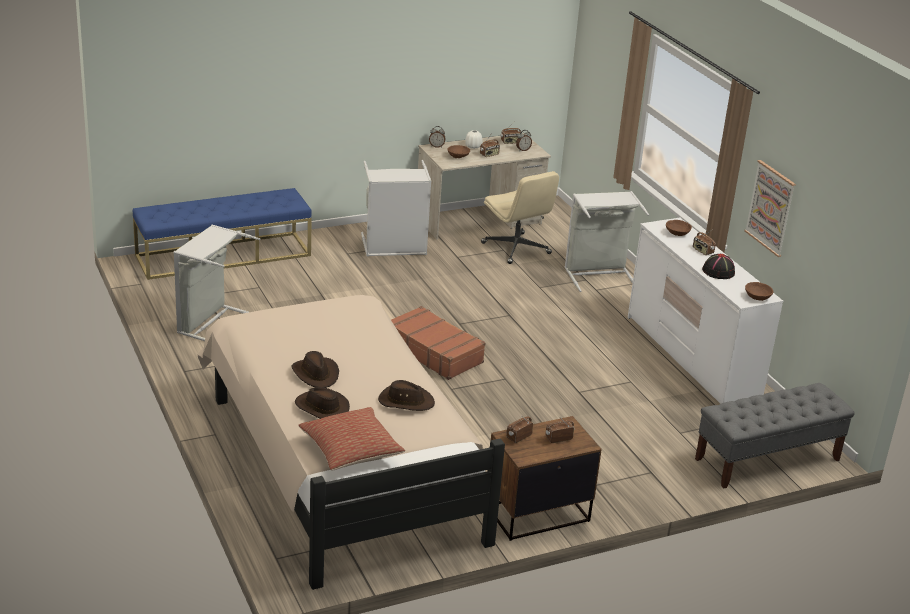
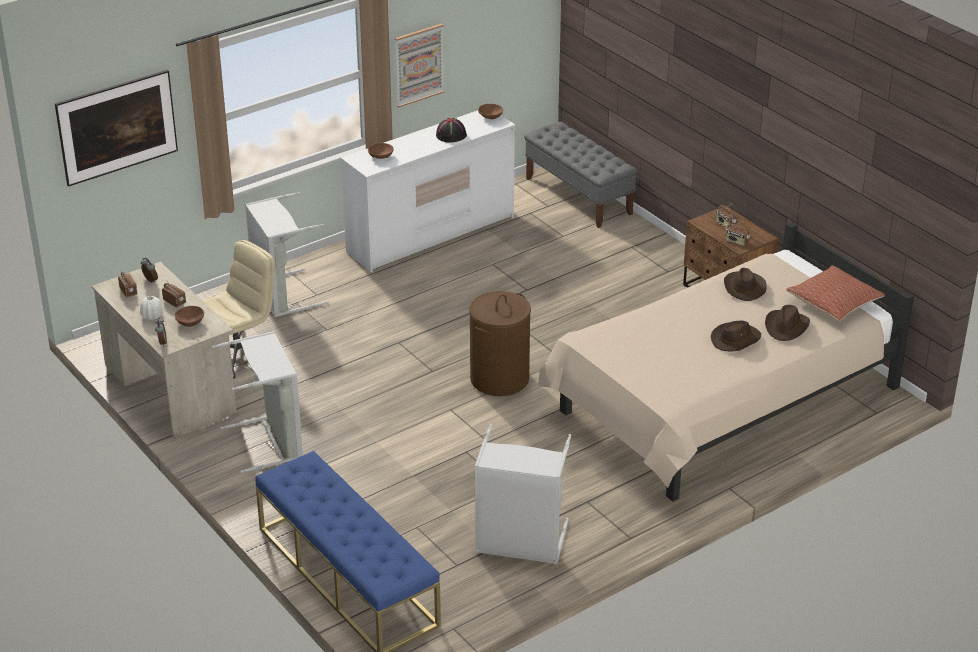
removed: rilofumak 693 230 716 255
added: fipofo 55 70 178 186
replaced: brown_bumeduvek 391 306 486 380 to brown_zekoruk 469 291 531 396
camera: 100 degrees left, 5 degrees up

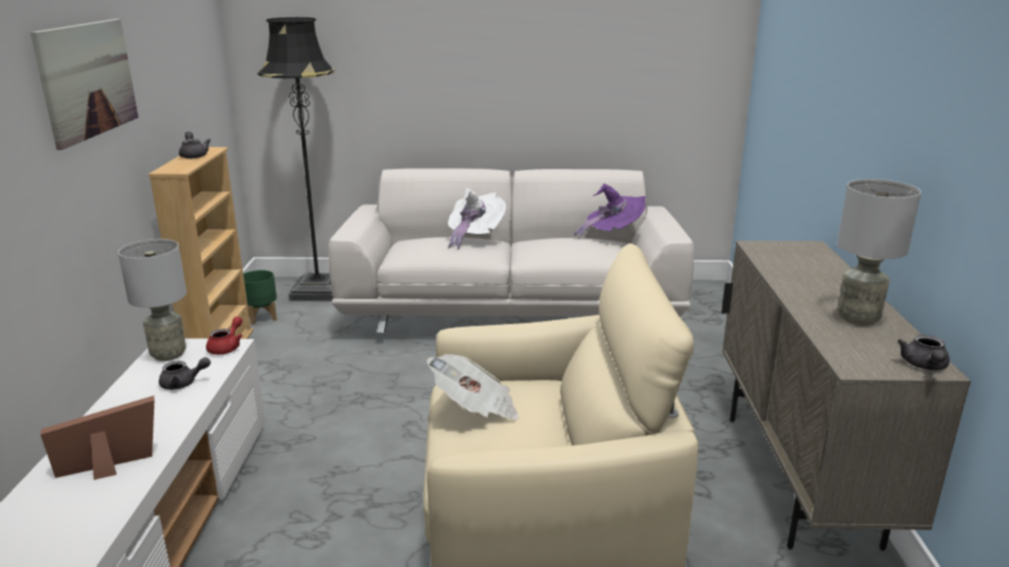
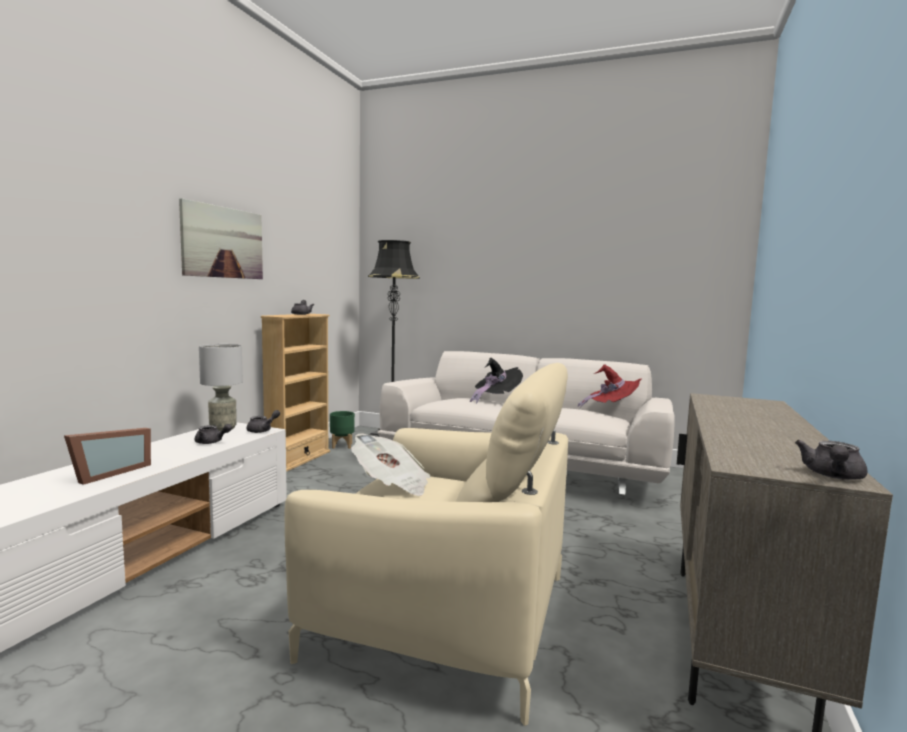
removed: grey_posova 837 179 921 326
recoloured: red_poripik 206 316 243 355 to grey_poripik 246 410 280 433; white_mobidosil 448 188 506 250 to black_mobidosil 470 358 523 403; purple_mobidosil 574 184 646 239 to red_mobidosil 578 364 641 409
turned: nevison 40 395 154 480 = 64 428 151 485 120 degrees clockwise
camera: 20 degrees right, 15 degrees down

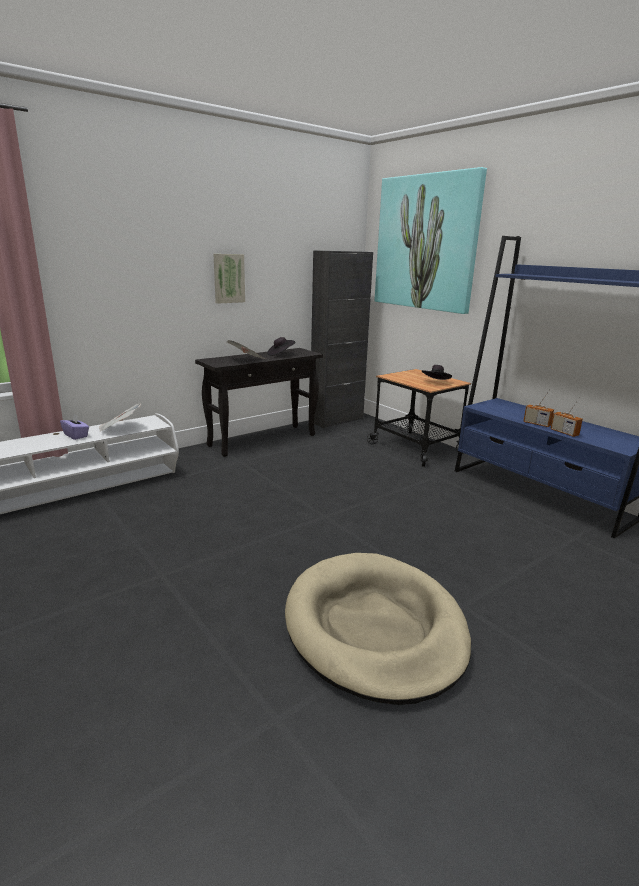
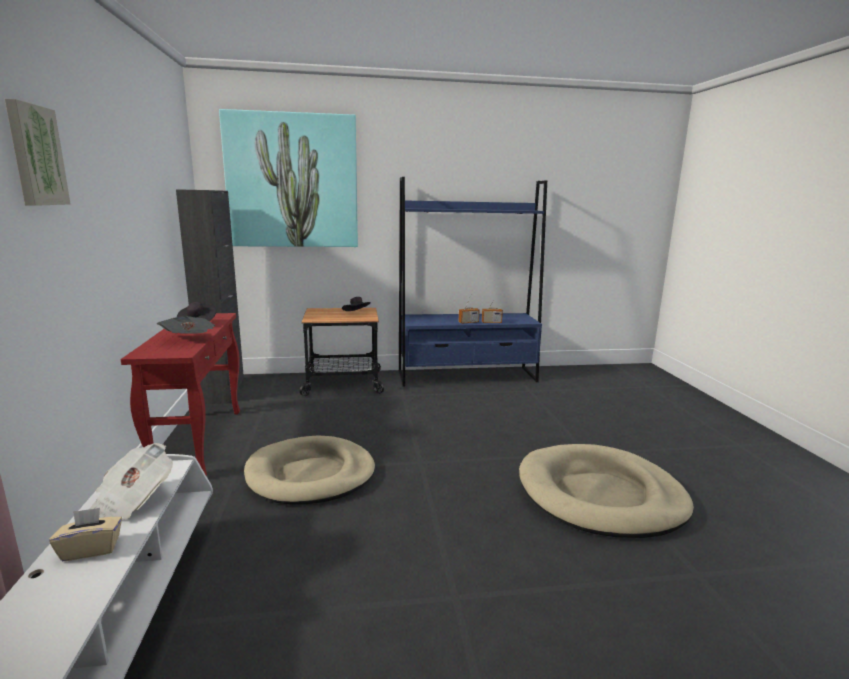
added: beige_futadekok 244 436 375 505
moved: fipofo 213 254 245 304 to 5 99 71 206
recoloured: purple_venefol 60 414 89 440 to beige_venefol 49 508 122 561; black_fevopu 195 348 323 457 to red_fevopu 121 313 240 476
camera: 60 degrees left, 5 degrees down

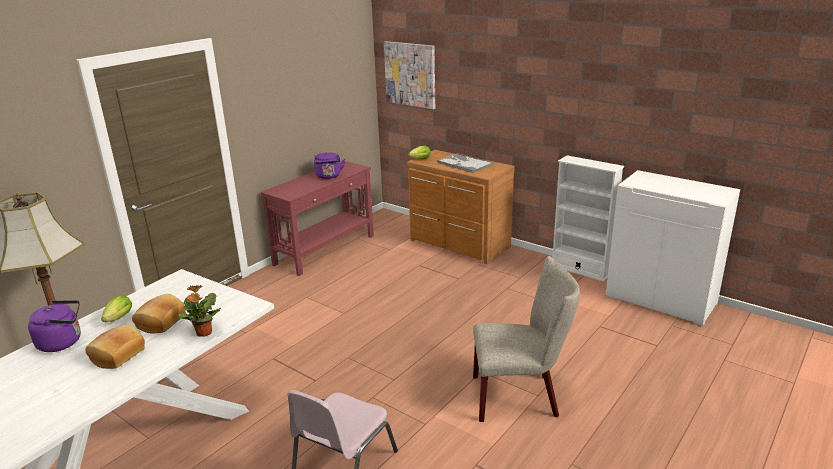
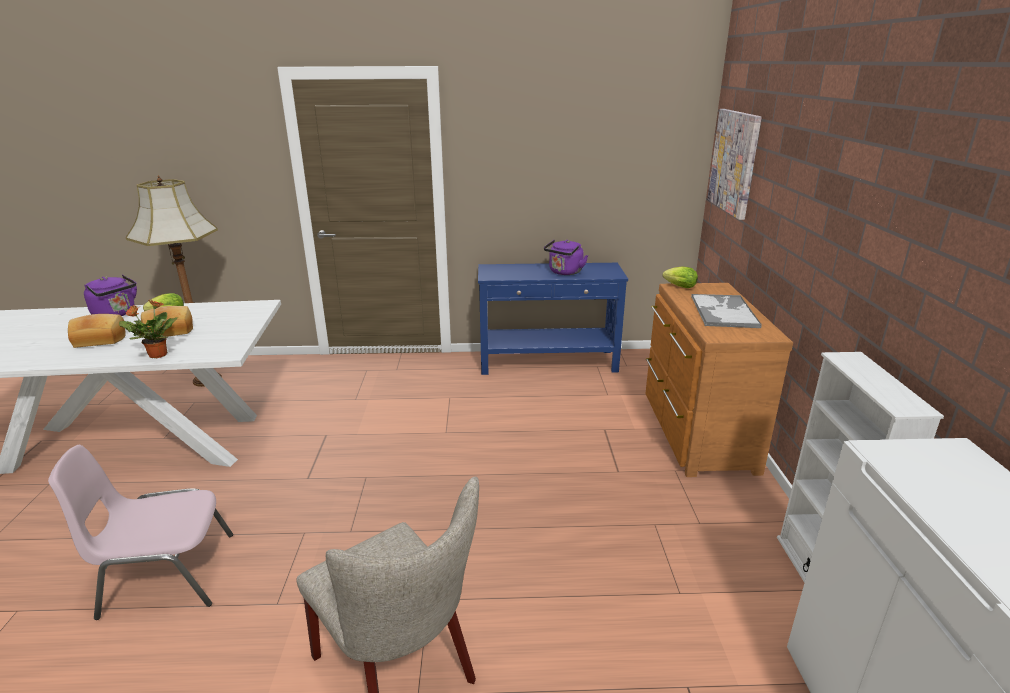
recoloured: red_fevopu 261 160 374 276 to blue_fevopu 478 263 628 375
camera: 50 degrees right, 0 degrees up

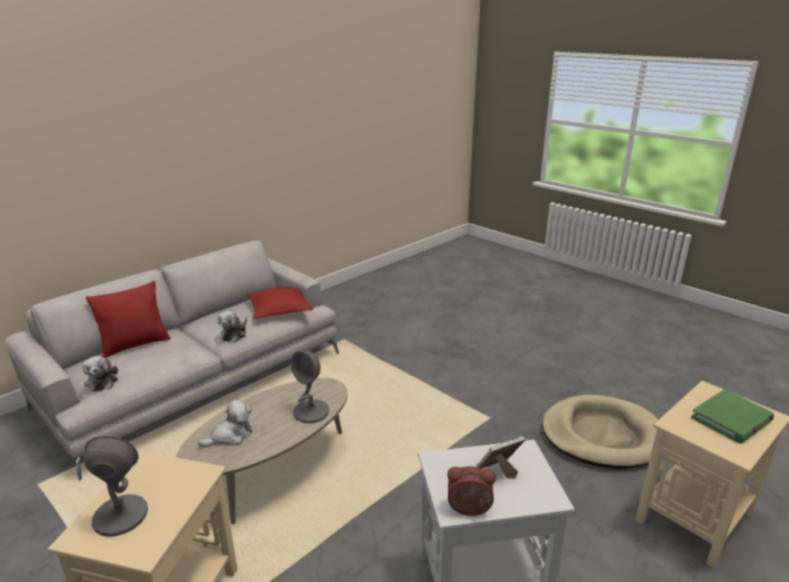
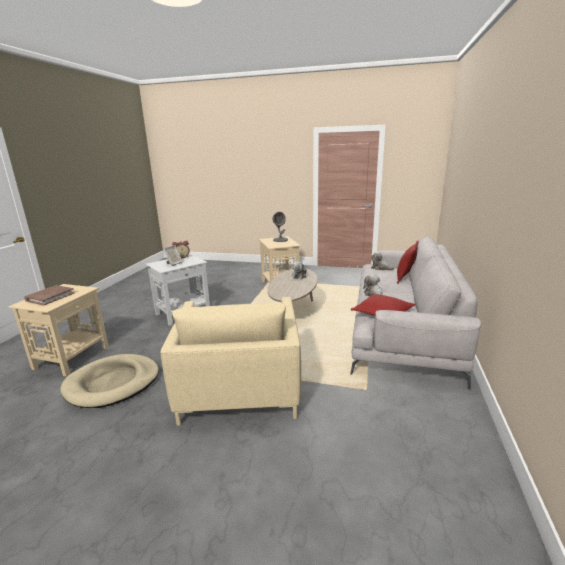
removed: grey_posova 291 351 329 423
added: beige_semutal 160 297 301 426
recoloured: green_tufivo 691 389 774 443 to brown_tufivo 24 285 75 306
camera: 150 degrees right, 5 degrees down

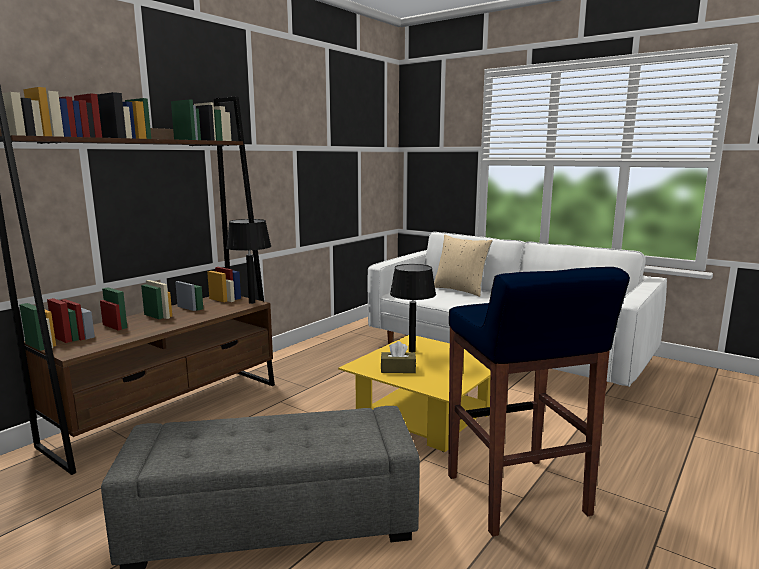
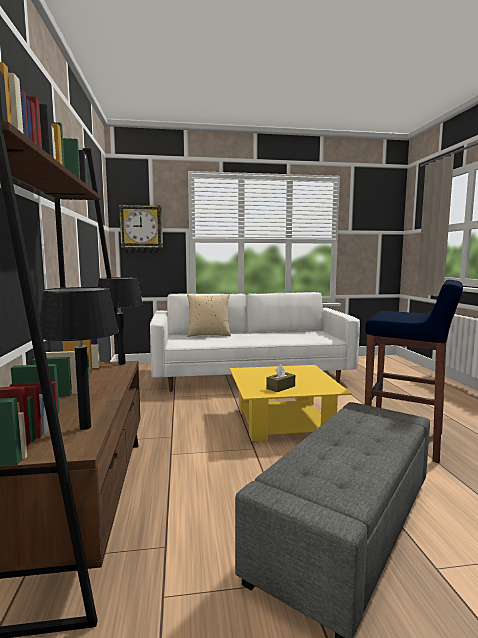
added: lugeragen 119 205 163 253
moved: black_posova 390 264 436 352 to 40 287 119 430
camera: 45 degrees left, 5 degrees down

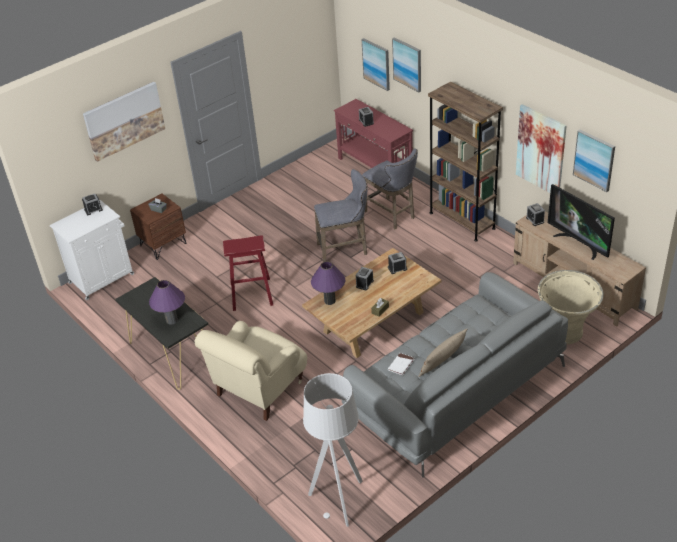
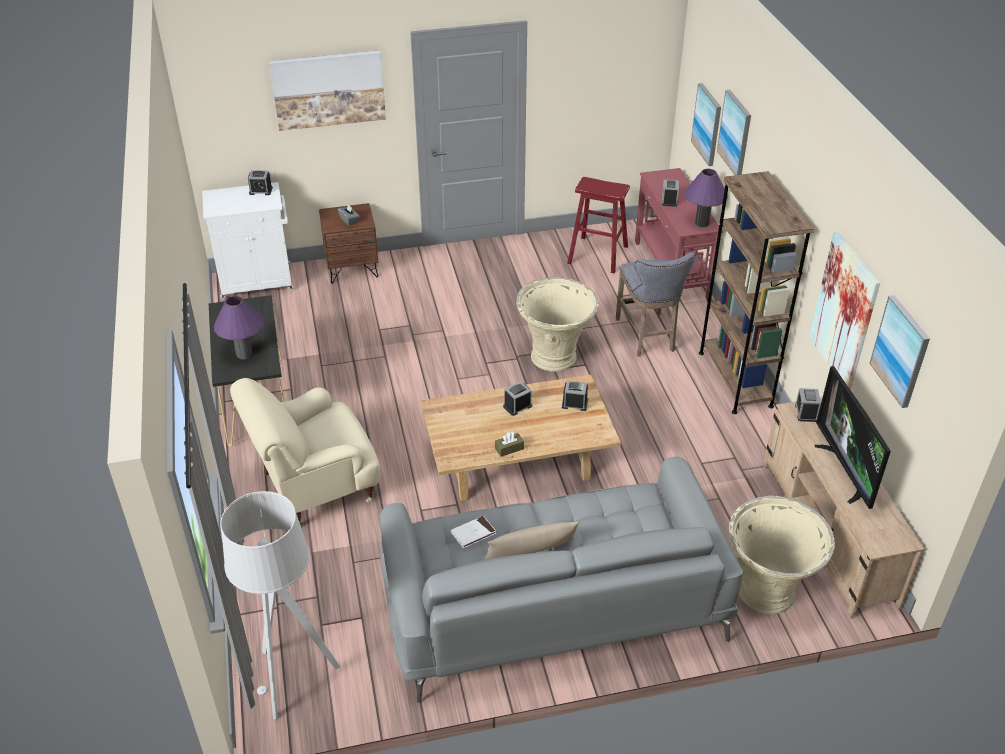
moved: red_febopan 223 235 273 311 to 567 177 630 273; purple_posova 311 262 345 305 to 685 169 728 227
replaced: grey_febopan 314 169 367 262 to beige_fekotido 516 277 599 372
camera: 25 degrees right, 0 degrees up

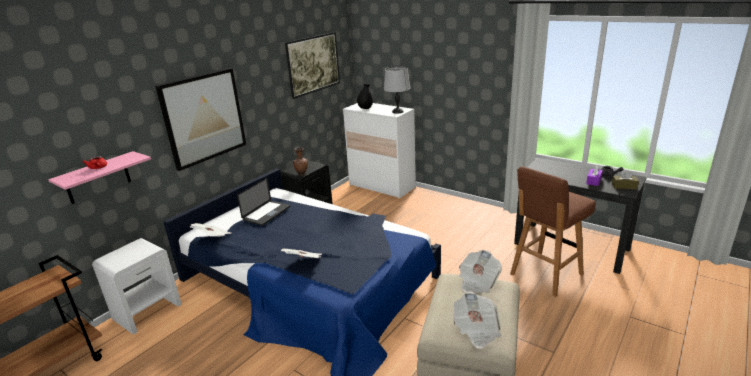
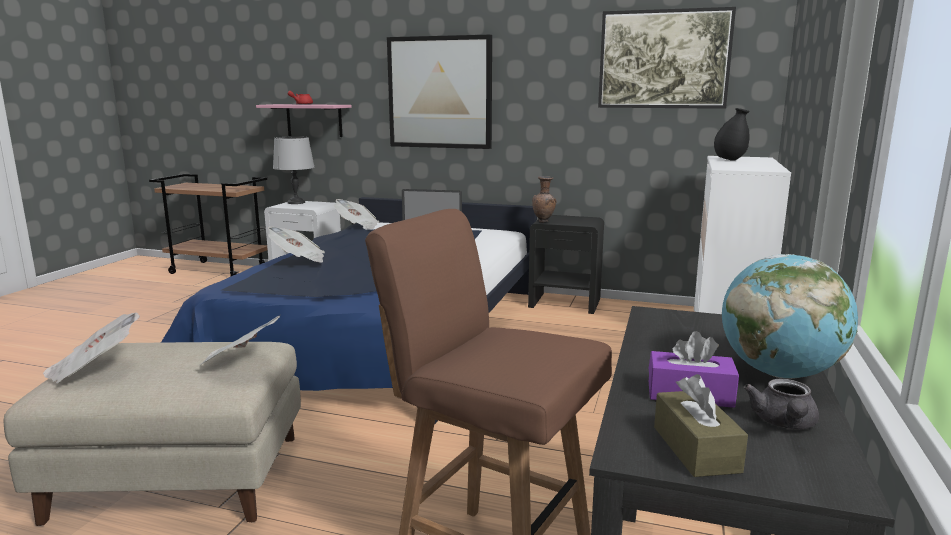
added: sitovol 722 254 858 379
moved: grey_posova 384 67 411 114 to 273 136 314 204
camera: 70 degrees right, 10 degrees down

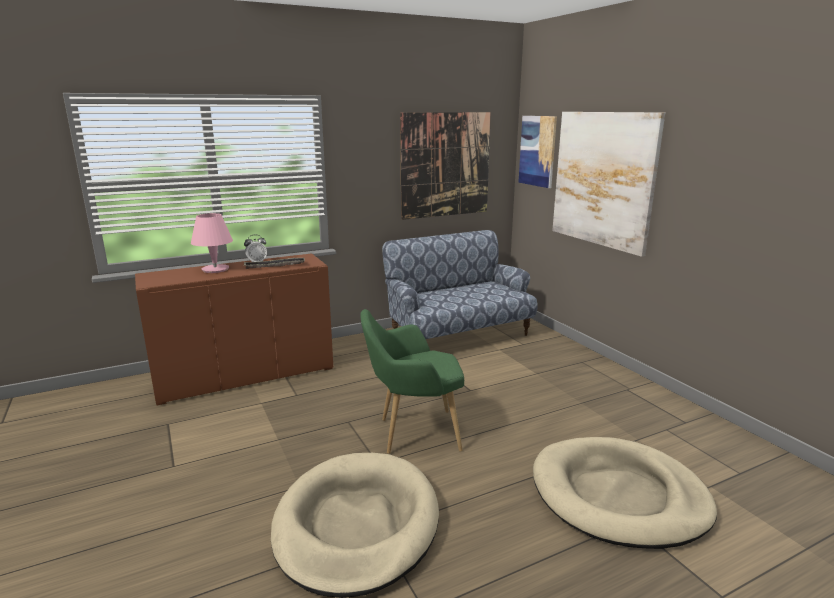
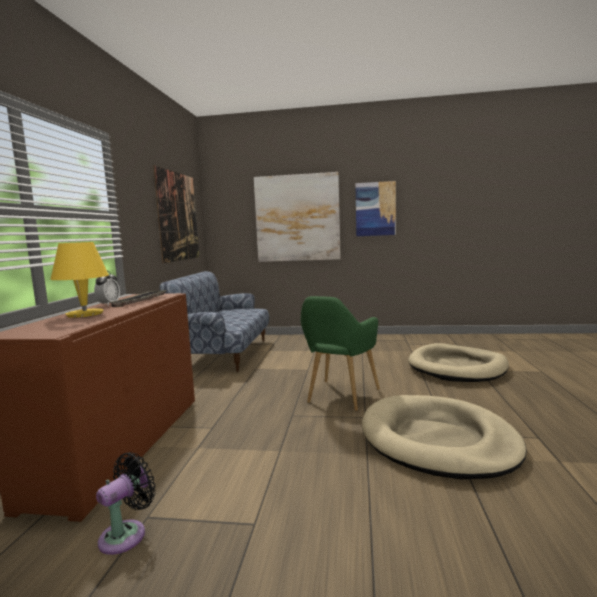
added: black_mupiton 96 452 156 555
moved: fipofo 518 116 557 188 to 355 181 396 236
recoloured: pink_posova 191 213 233 273 to yellow_posova 50 242 109 318
camera: 55 degrees left, 10 degrees down

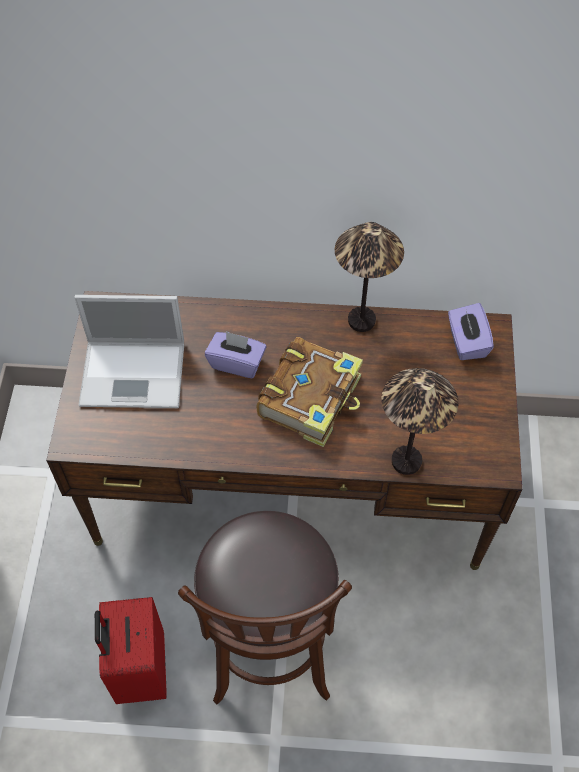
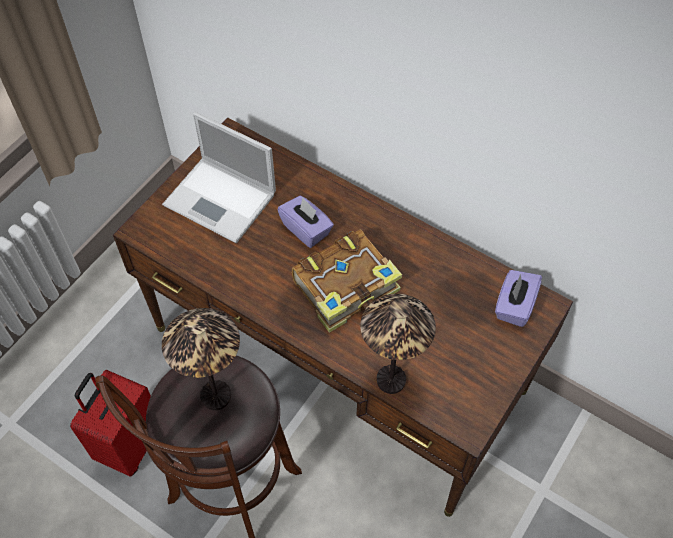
moved: posova 335 222 404 332 to 162 308 240 410
camera: 30 degrees right, 0 degrees up

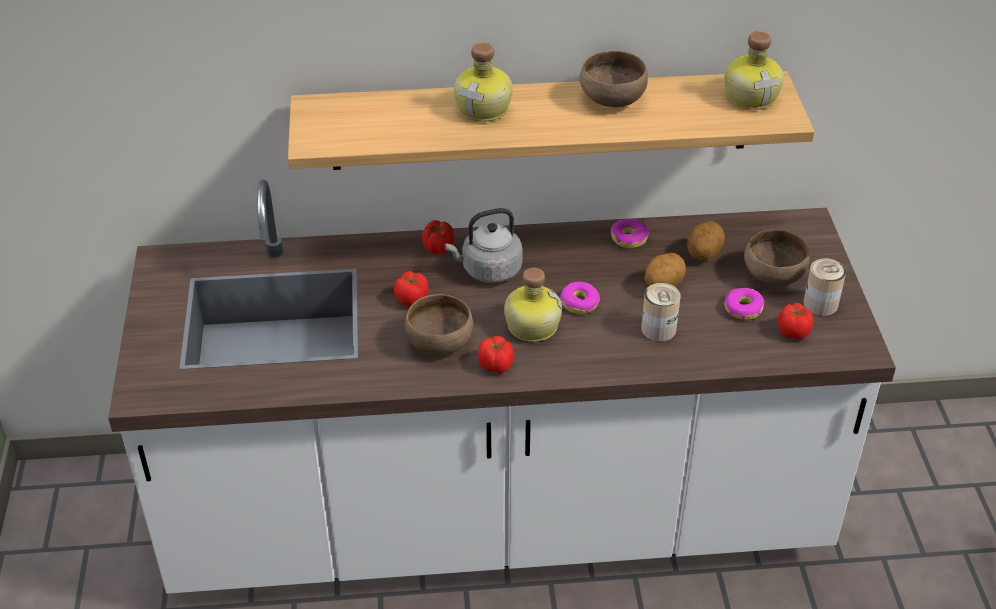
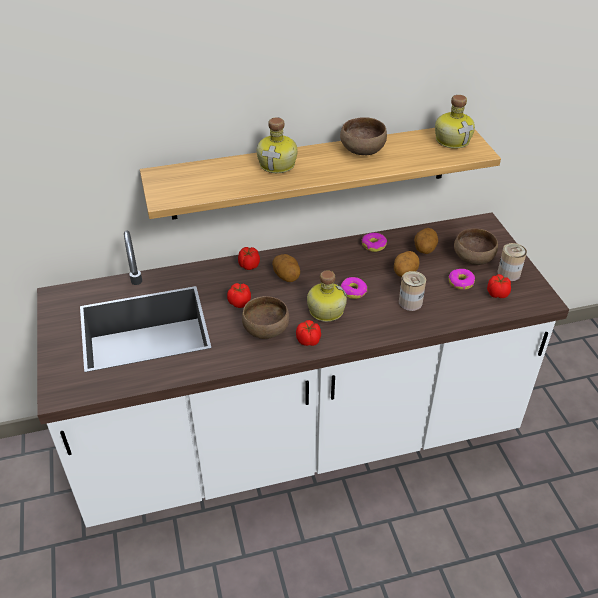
replaced: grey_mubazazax 444 208 523 283 to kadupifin 272 254 300 282
camera: 10 degrees left, 0 degrees up

